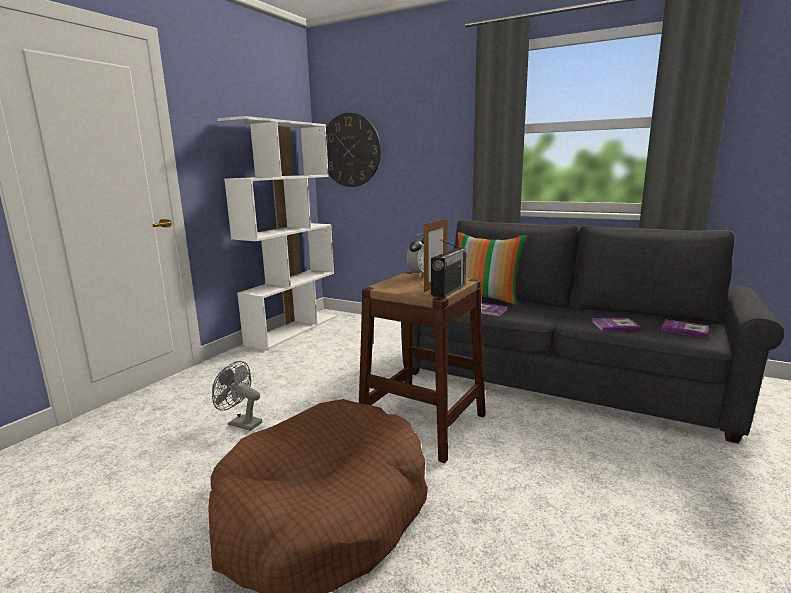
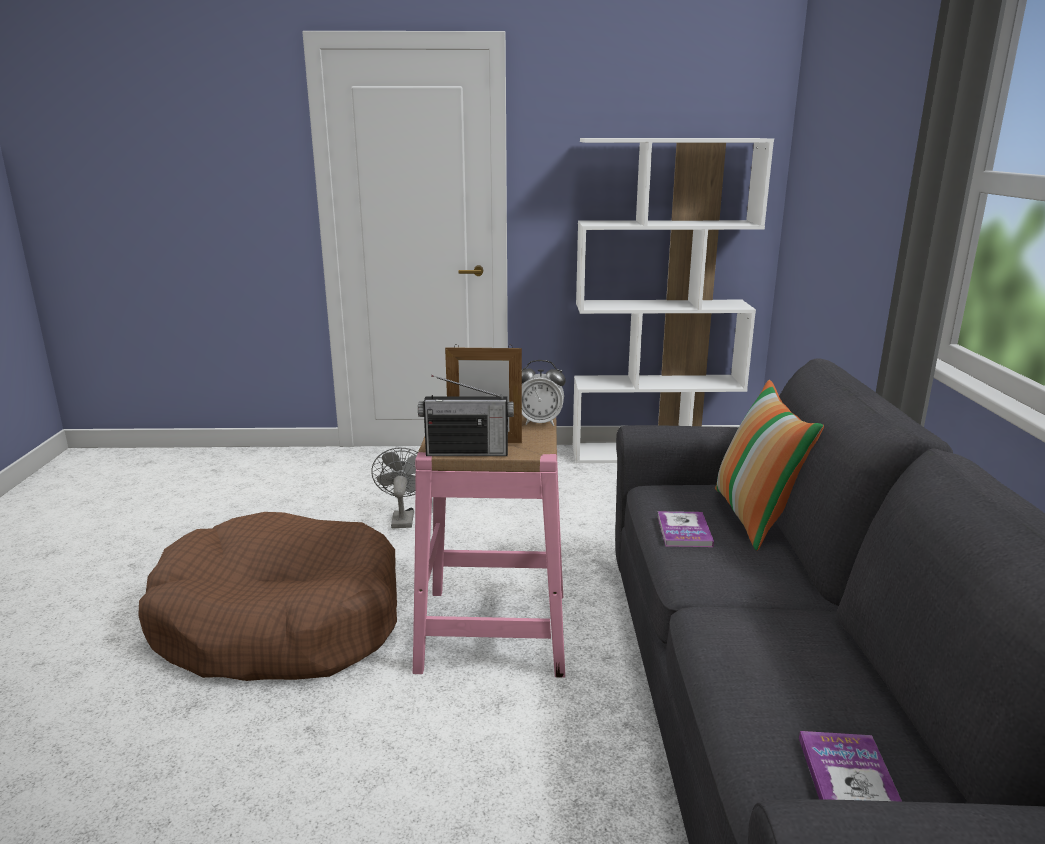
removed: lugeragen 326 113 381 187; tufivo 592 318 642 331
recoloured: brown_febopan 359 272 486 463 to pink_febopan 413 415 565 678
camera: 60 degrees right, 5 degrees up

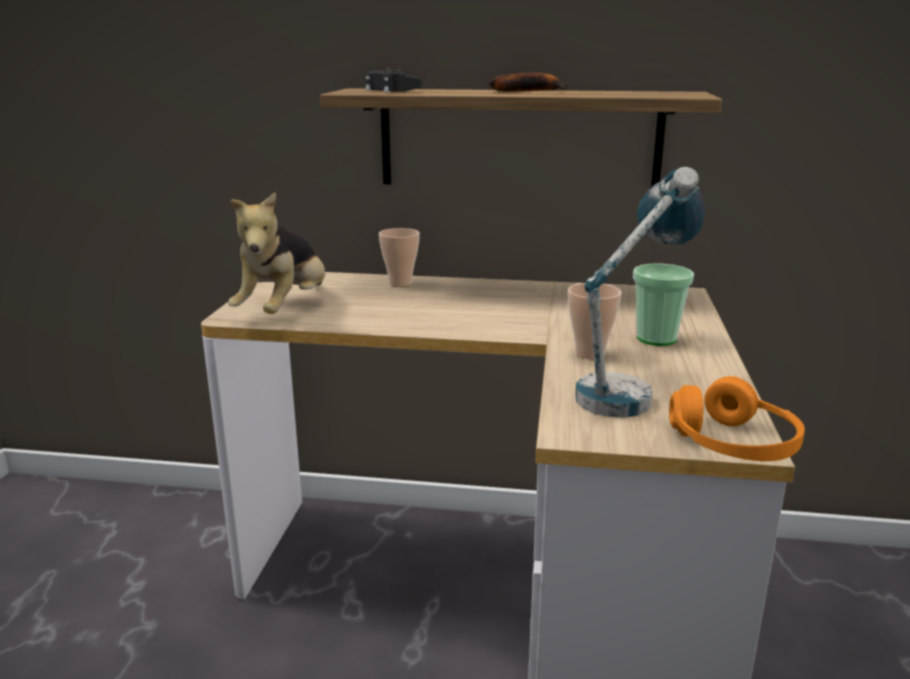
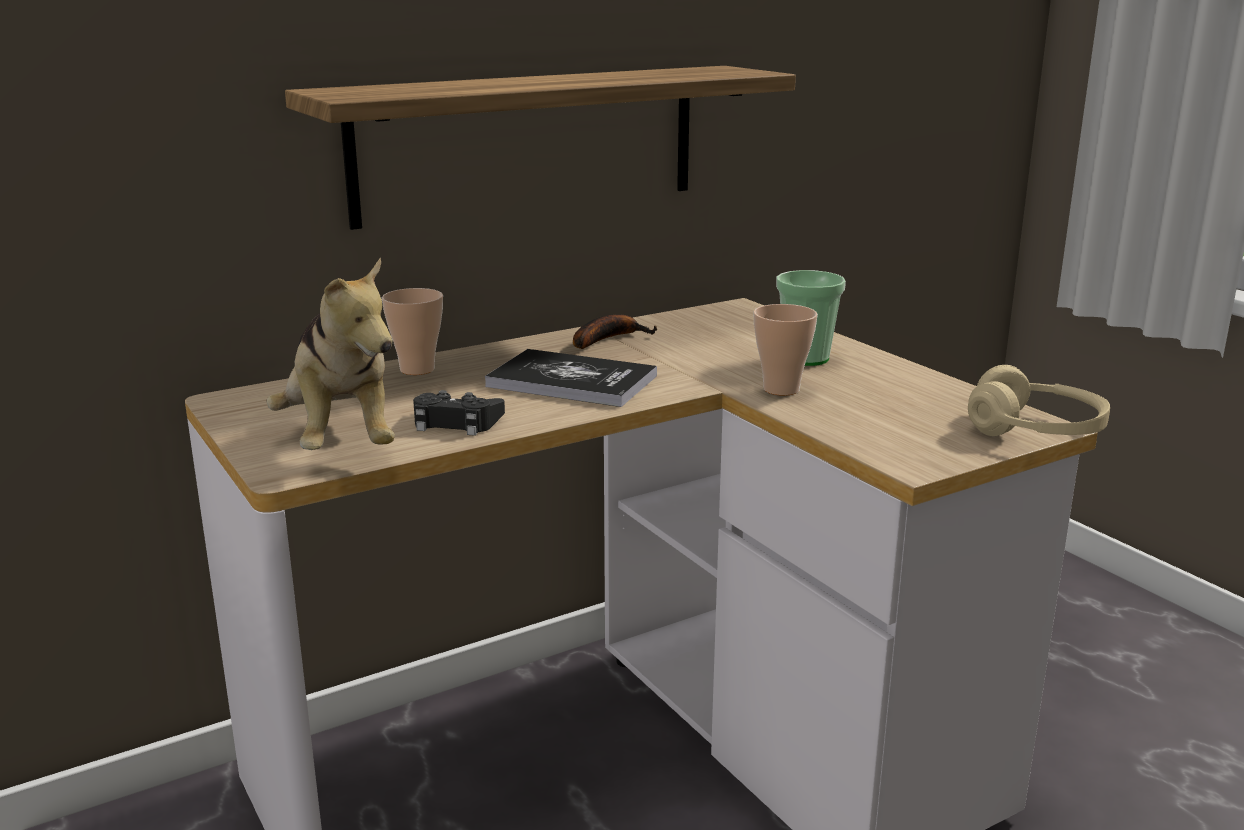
removed: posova 575 167 705 417
added: tufivo 485 349 657 407
moved: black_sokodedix 366 69 421 93 to 413 390 505 436; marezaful 489 72 568 92 to 573 314 657 349
recoloured: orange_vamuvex 669 376 805 461 to beige_vamuvex 968 365 1110 436
camera: 40 degrees left, 0 degrees up

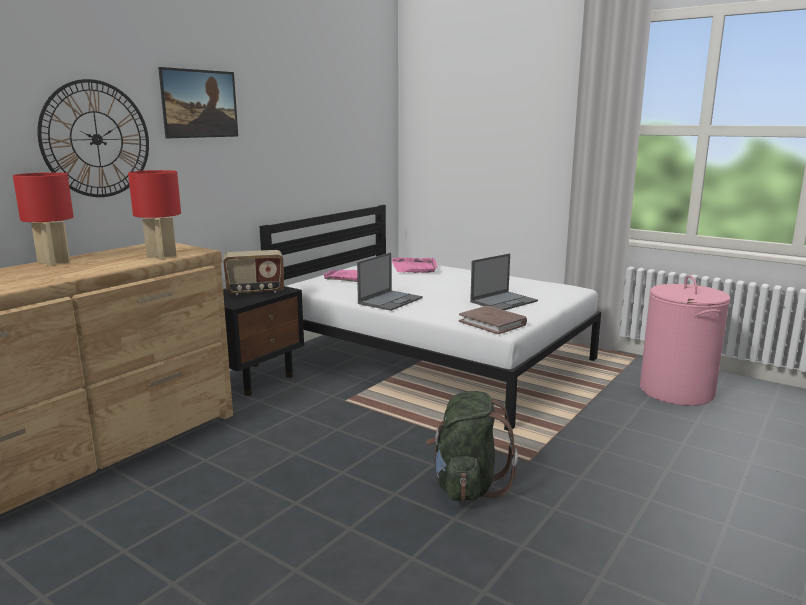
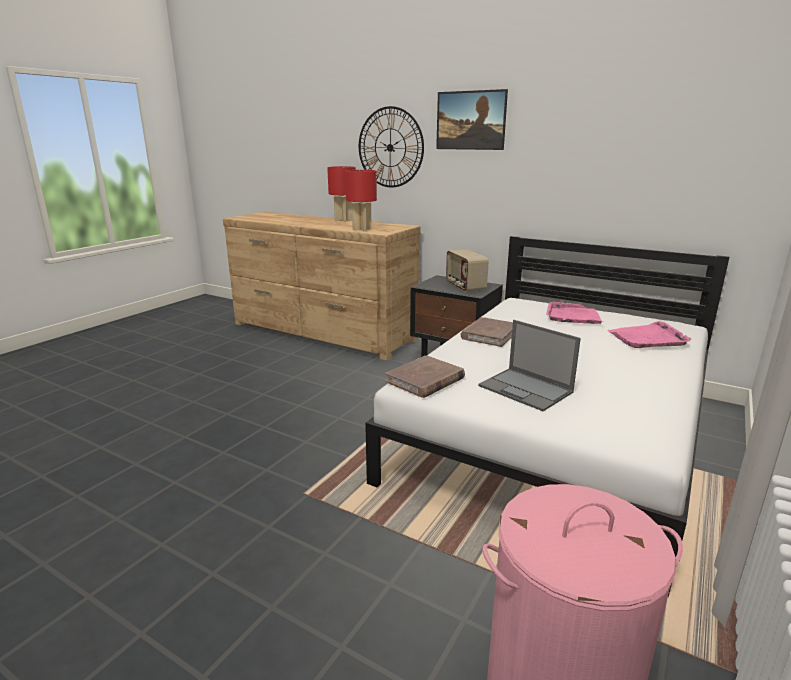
removed: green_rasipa 426 391 518 502
replaced: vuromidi 357 253 423 311 to brown_tufivo 461 317 513 347
camera: 85 degrees right, 5 degrees up

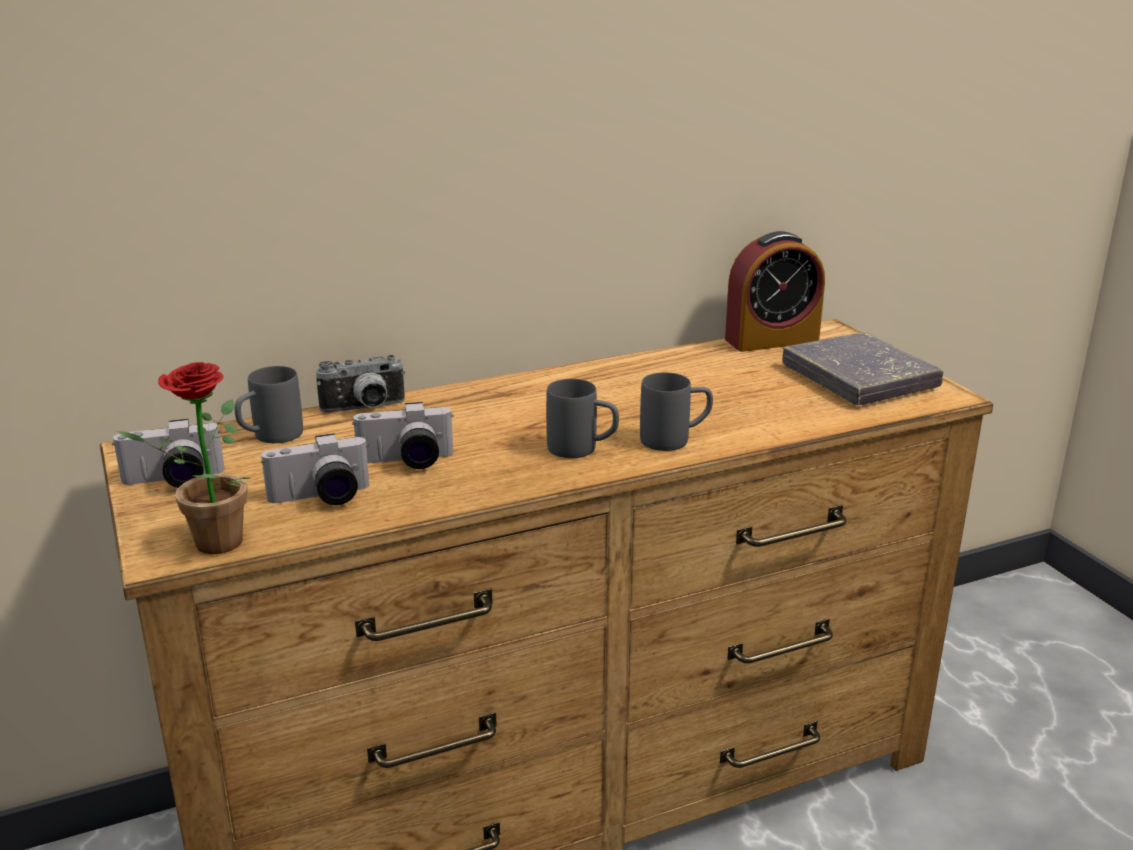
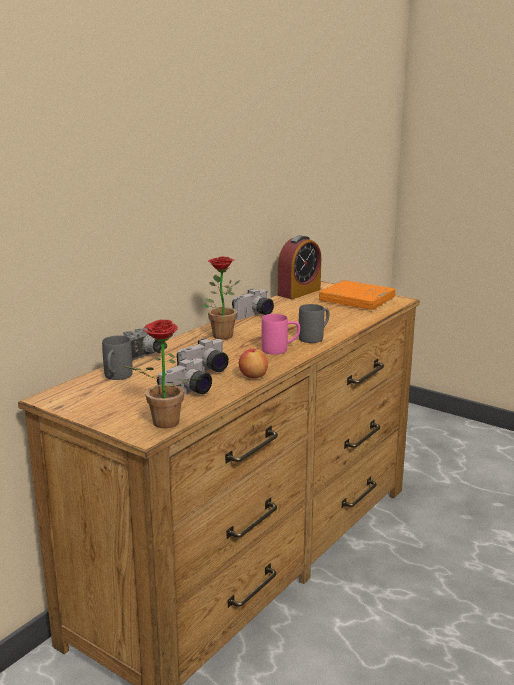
added: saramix 201 257 241 340; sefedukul 239 348 268 378
moved: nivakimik 112 419 225 488 to 232 289 274 320
recoloured: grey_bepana 546 379 619 458 to pink_bepana 261 314 300 355; grey_tufivo 782 332 943 405 to orange_tufivo 319 280 395 310
camera: 30 degrees left, 5 degrees down

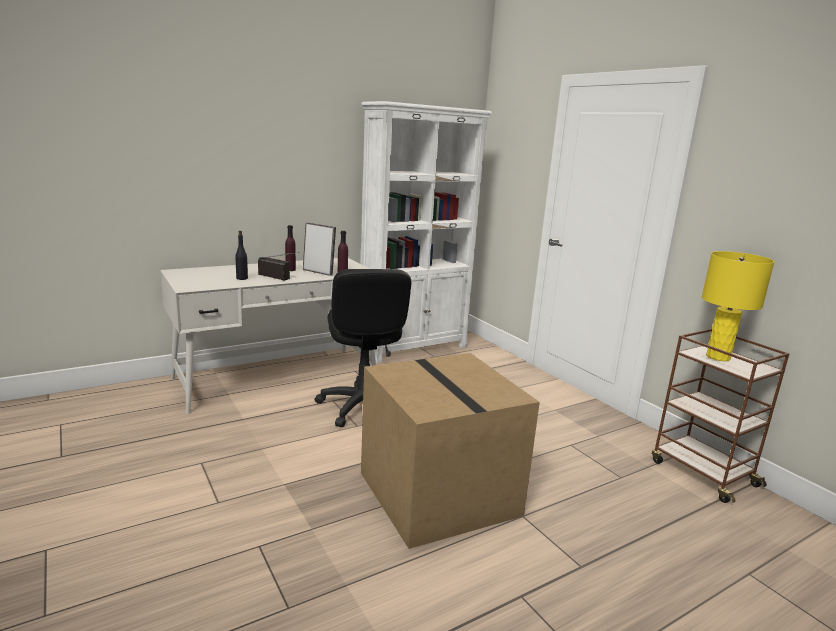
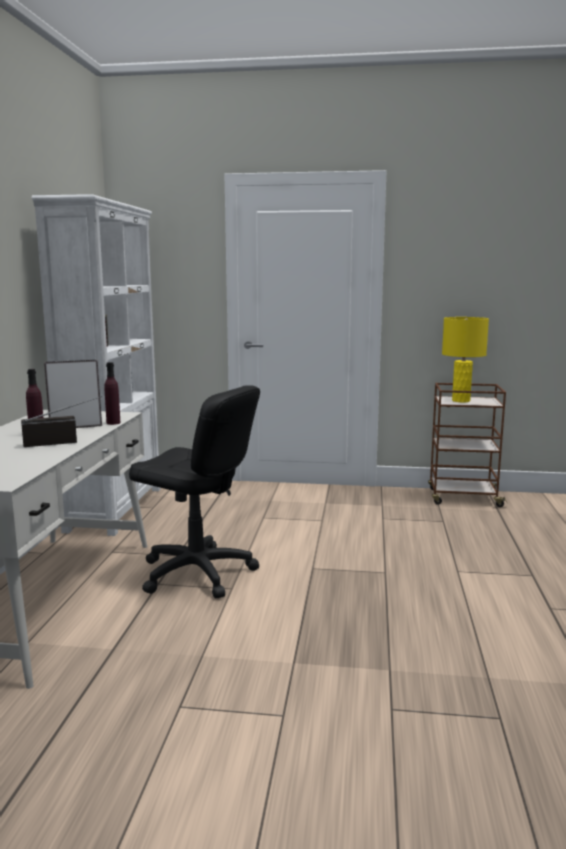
removed: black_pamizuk 235 231 248 280; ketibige 361 353 540 549
camera: 50 degrees left, 5 degrees down

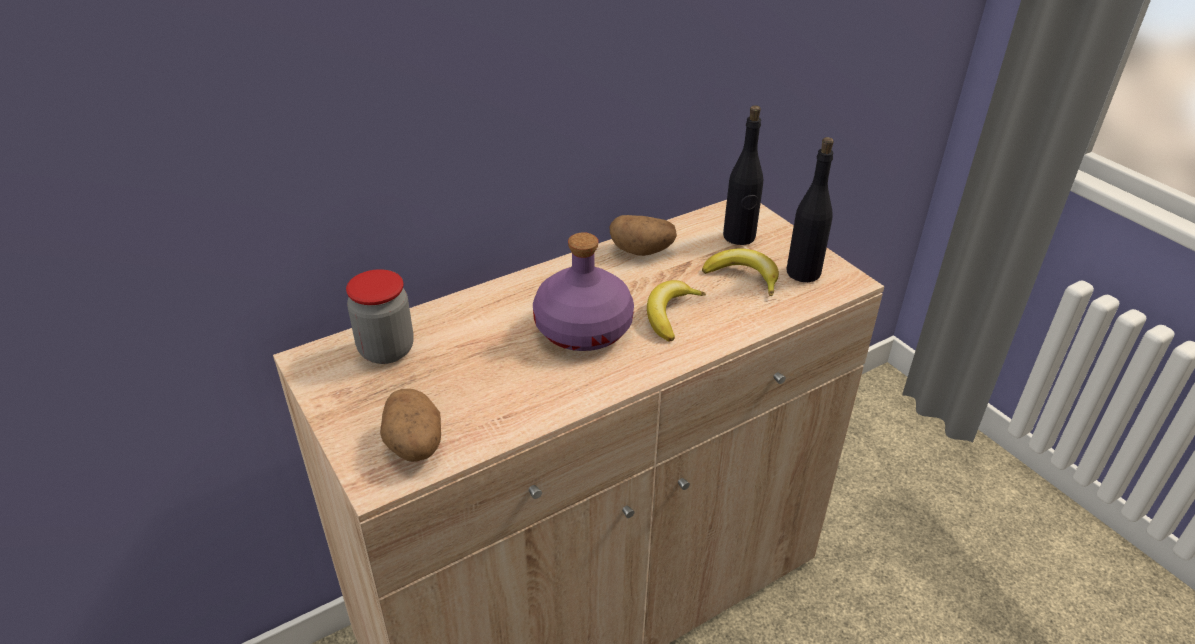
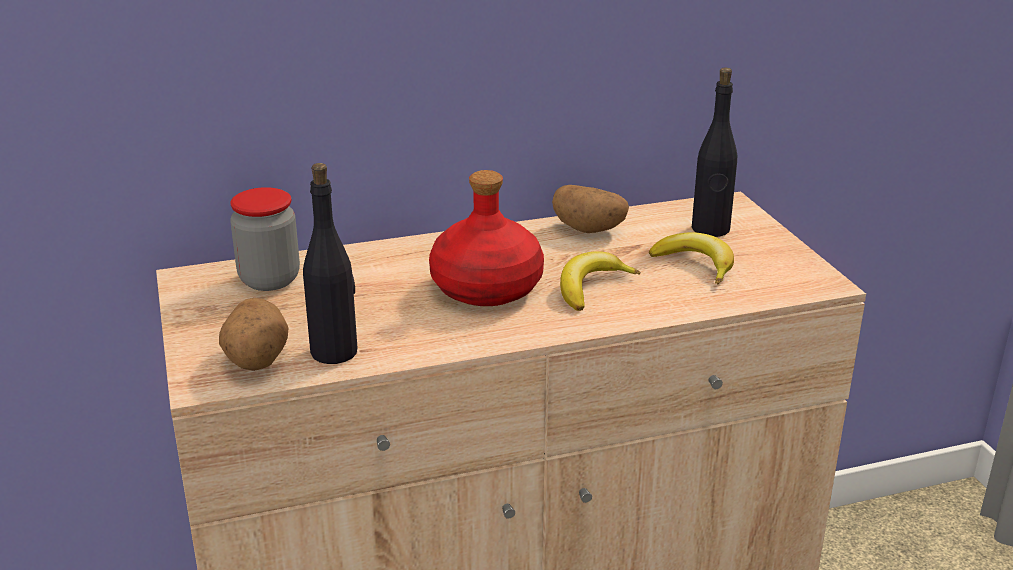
moved: black_pamizuk 786 137 834 282 to 303 163 357 364
recoloured: purple_pamizuk 533 232 634 351 to red_pamizuk 429 170 544 306
camera: 15 degrees right, 10 degrees down

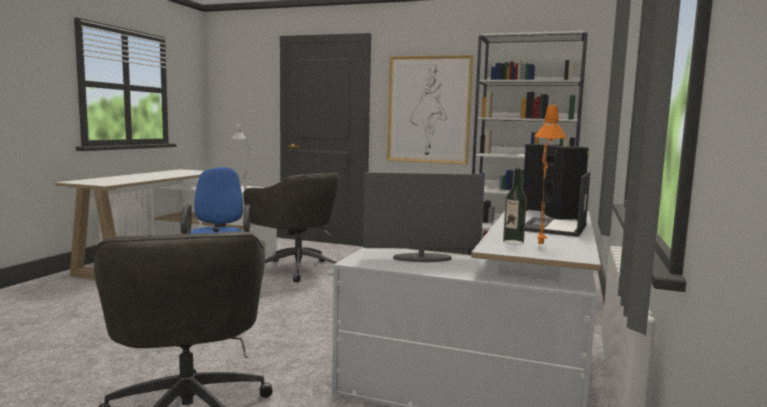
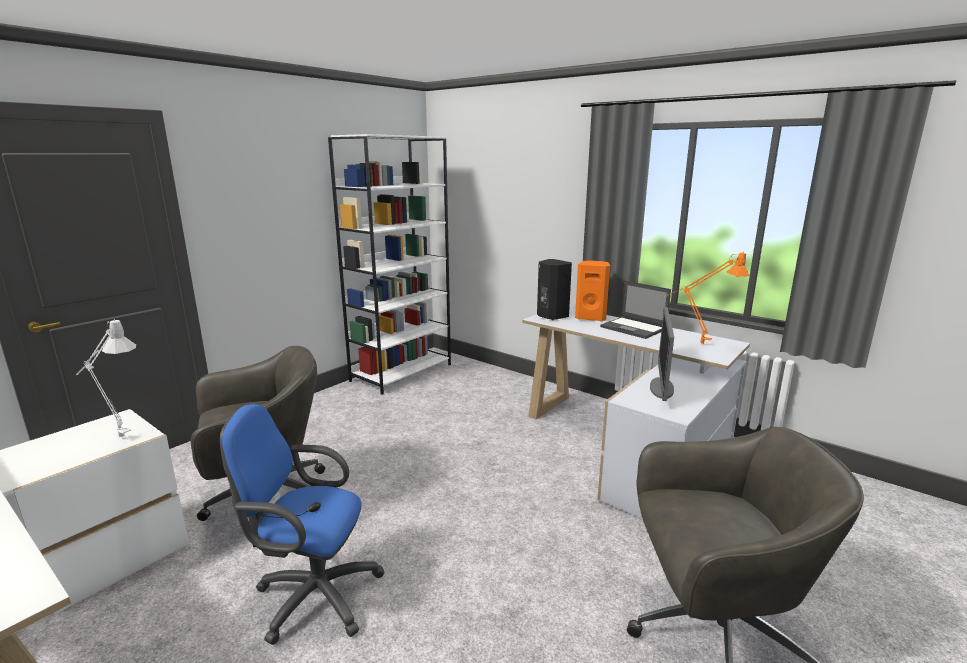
removed: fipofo 387 55 473 164; pamizuk 503 168 527 245
recoloured: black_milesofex 543 146 589 220 to orange_milesofex 575 260 610 321
camera: 70 degrees left, 10 degrees up

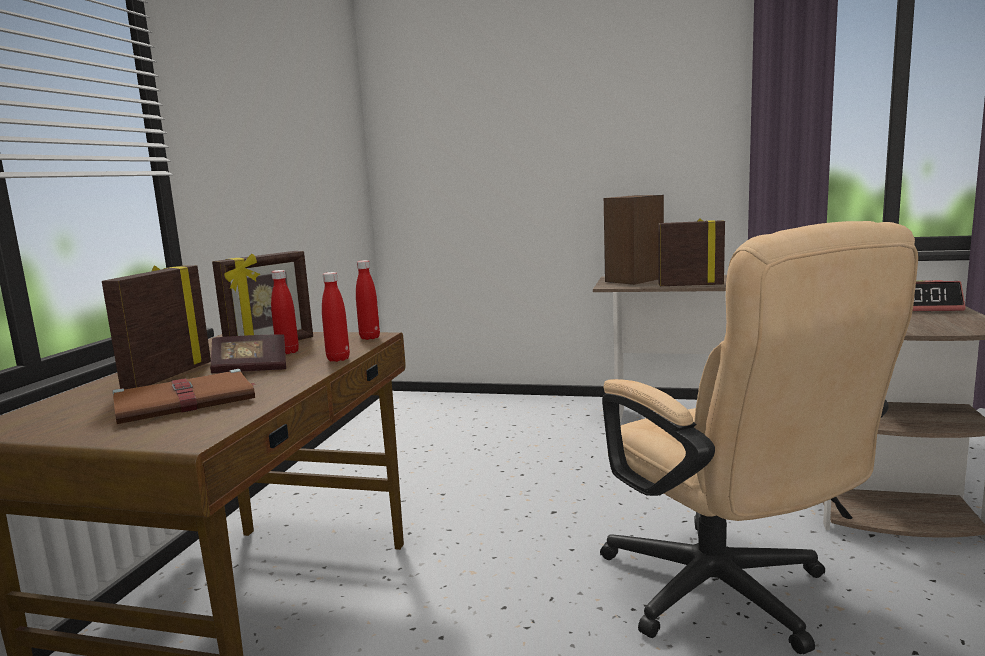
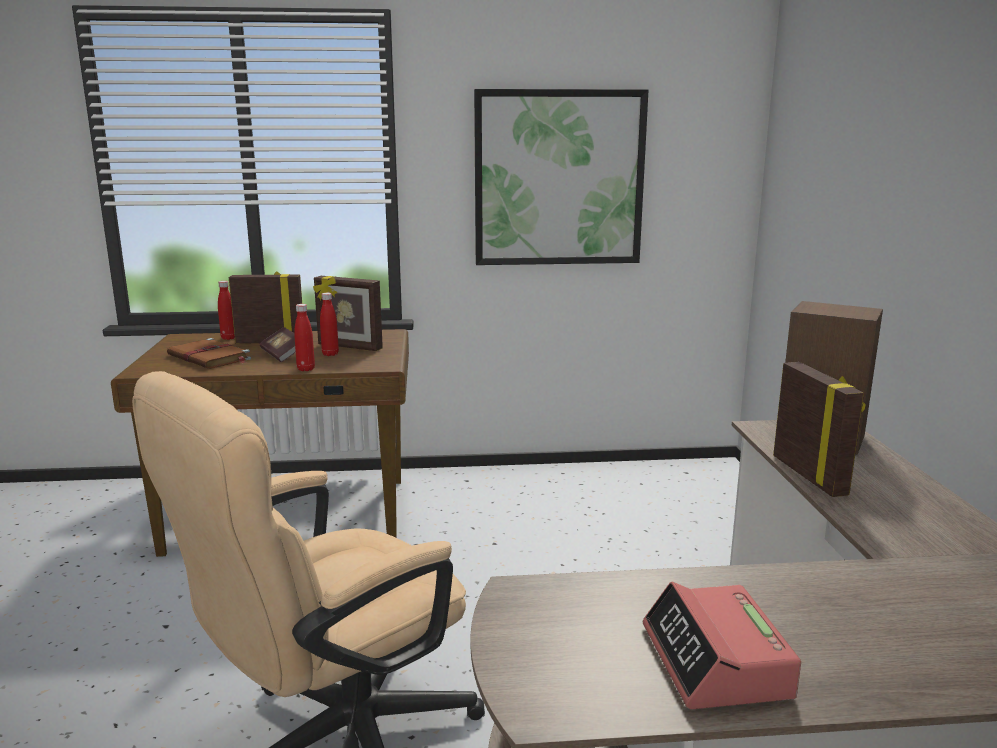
added: fipofo 474 89 649 265
moved: red_pamizuk 356 260 380 340 to 218 281 235 340
camera: 70 degrees right, 5 degrees up

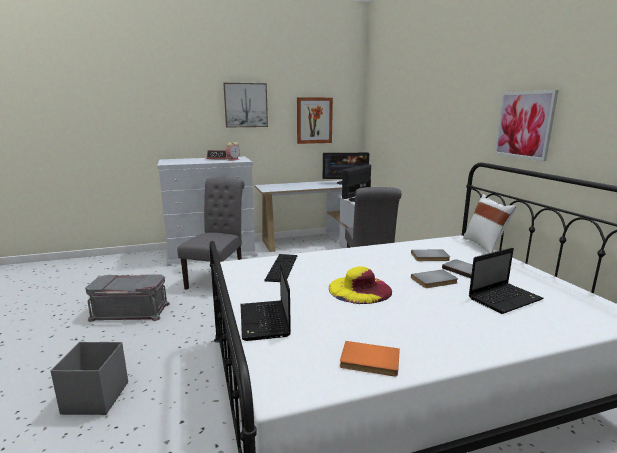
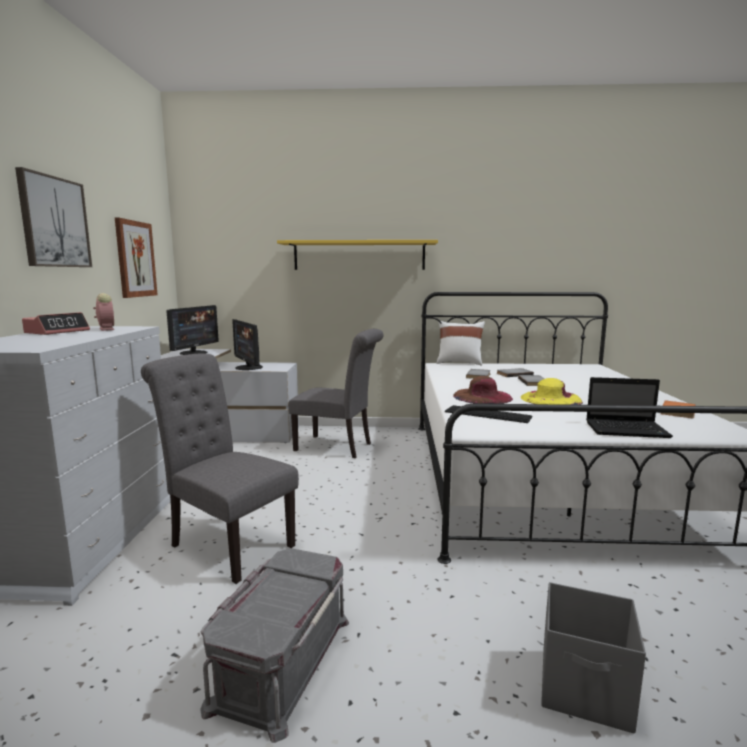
removed: vuromidi 469 248 544 314; fipofo 494 90 558 161
added: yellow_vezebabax 277 240 438 270; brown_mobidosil 453 376 513 404
camera: 70 degrees left, 5 degrees down

